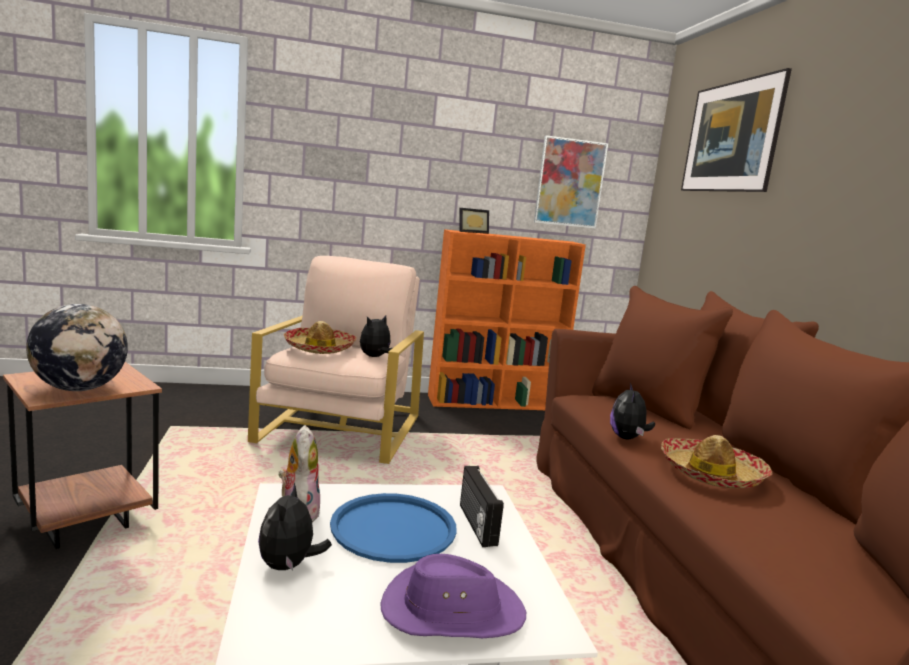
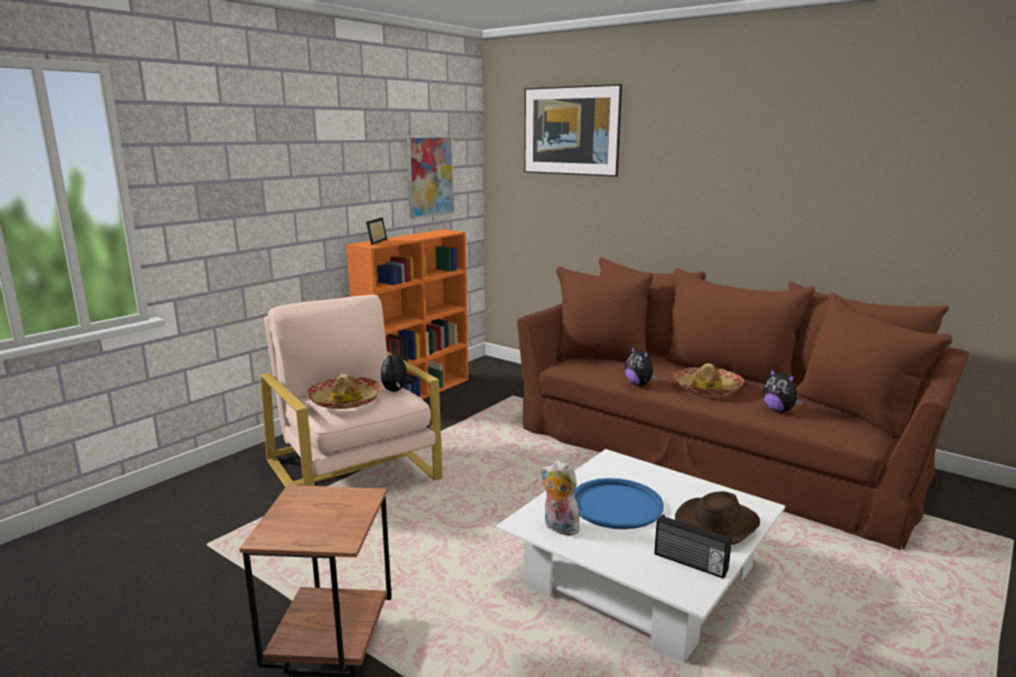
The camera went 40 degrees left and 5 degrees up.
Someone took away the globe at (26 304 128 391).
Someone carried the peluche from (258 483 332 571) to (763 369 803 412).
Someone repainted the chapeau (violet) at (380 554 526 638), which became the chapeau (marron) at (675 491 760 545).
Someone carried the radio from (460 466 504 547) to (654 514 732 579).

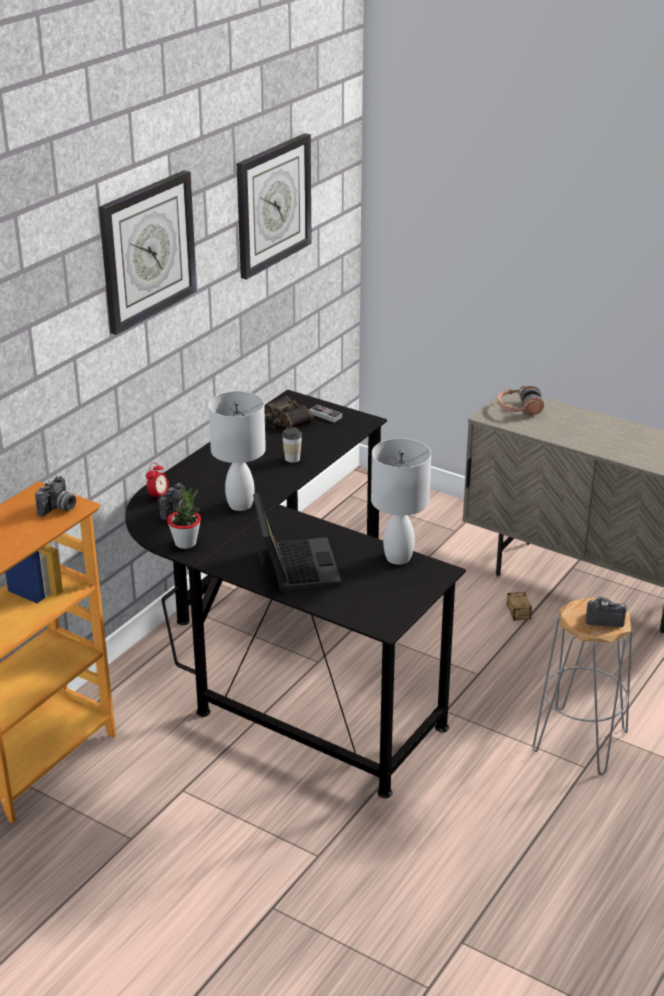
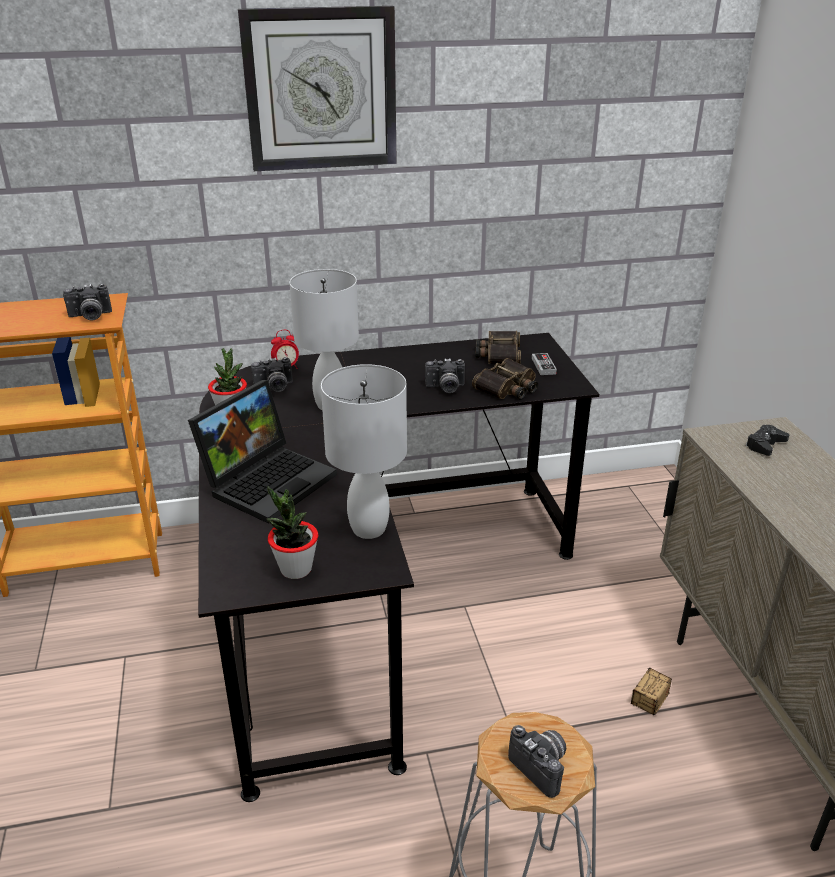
The camera went 45 degrees right and 0 degrees up.
Someone took away the horloge murale at (237 133 312 280).
Someone swapped the tasse at (282 427 302 463) for the appareil photo at (425 358 465 393).
Someone swapped the casque audio at (498 386 544 415) for the manette (noir) at (745 425 789 456).
Someone put down the plante en pot at (266 486 318 579).
Someone put down the jumelles at (472 358 538 400).

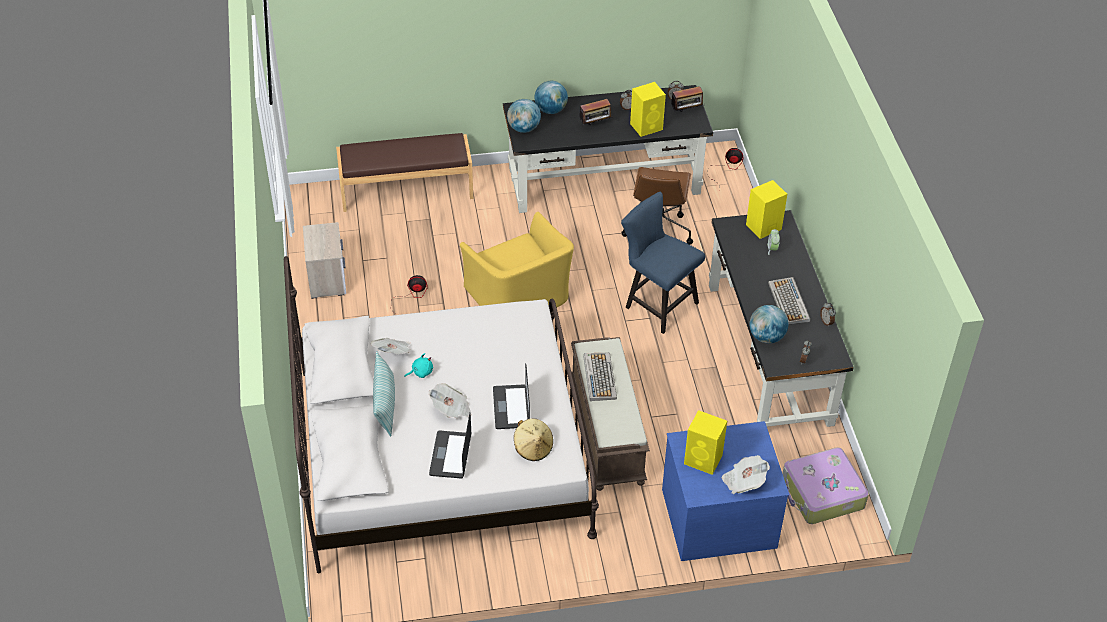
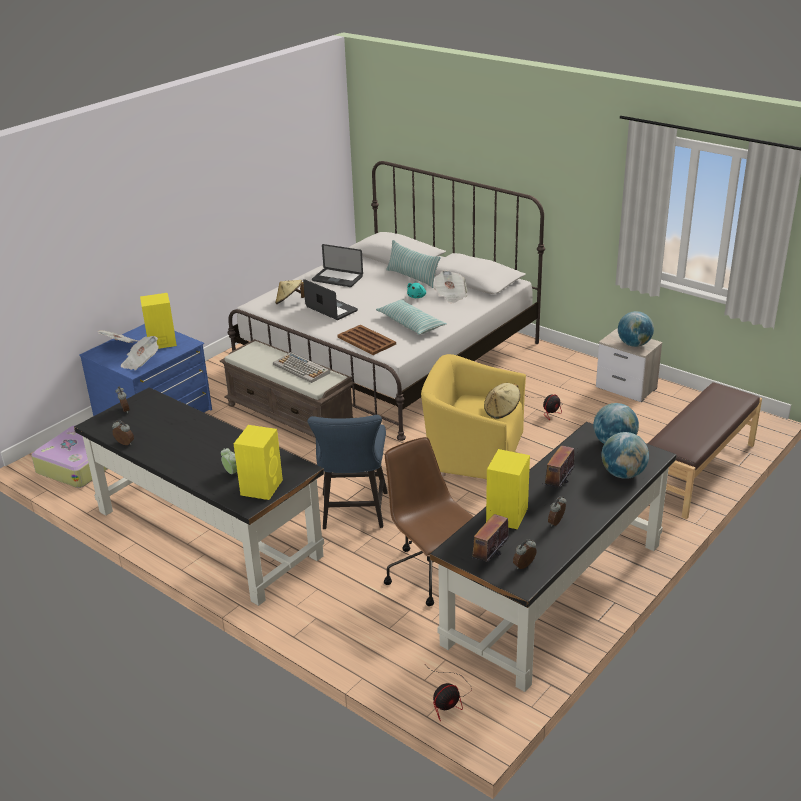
The camera went 140 degrees right and 15 degrees down.
Someone carried the journal from (429 383 472 418) to (121 336 159 370).
Someone rotated the ordinateur portable at (429 413 471 478) by 150 degrees clockwise.
Someone rotated the chaise (bleu) at (621 192 705 334) by 90 degrees clockwise.
Someone carried the globe from (749 305 788 343) to (618 311 654 347).
Someone took away the clavier at (768 277 810 325).
Someone put down the plateau (marron) at (337 325 396 355).
Someone put down the coussin at (376 299 447 335).
Someone put down the chapeau (beige) at (484 383 520 419).

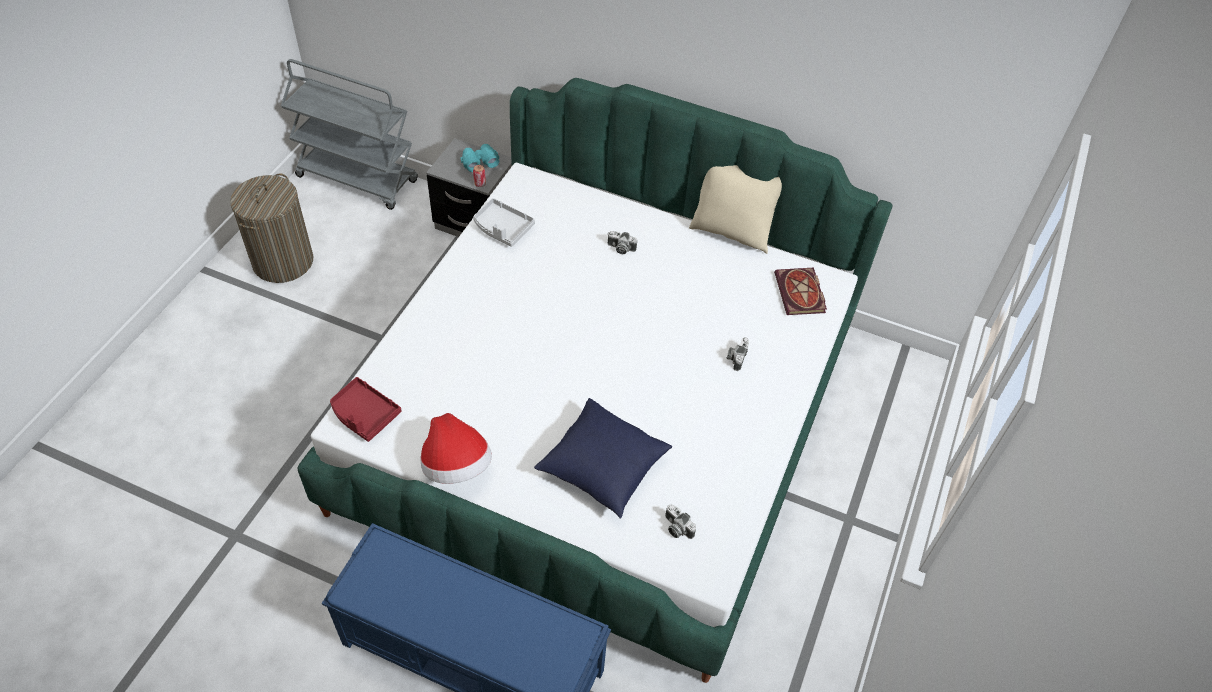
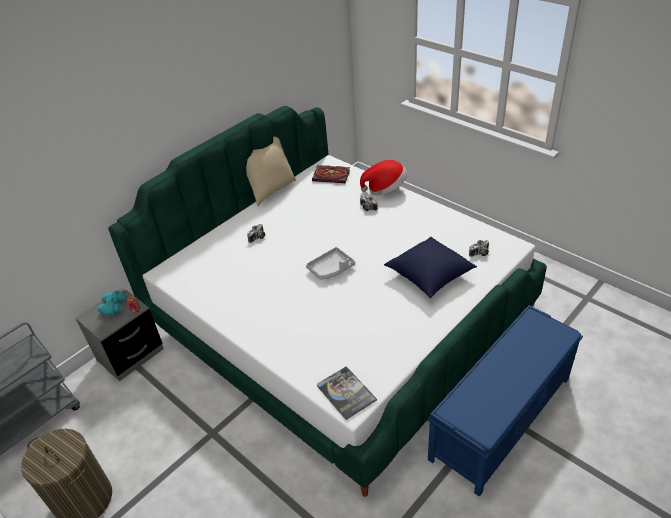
The camera went 65 degrees left and 10 degrees down.
Someone swapped the plateau (rouge) at (330 377 402 442) for the livre at (317 366 377 420).
Someone carried the chapeau from (421 413 492 484) to (360 160 407 196).
Someone carried the plateau (gris) from (473 198 535 247) to (306 247 355 280).

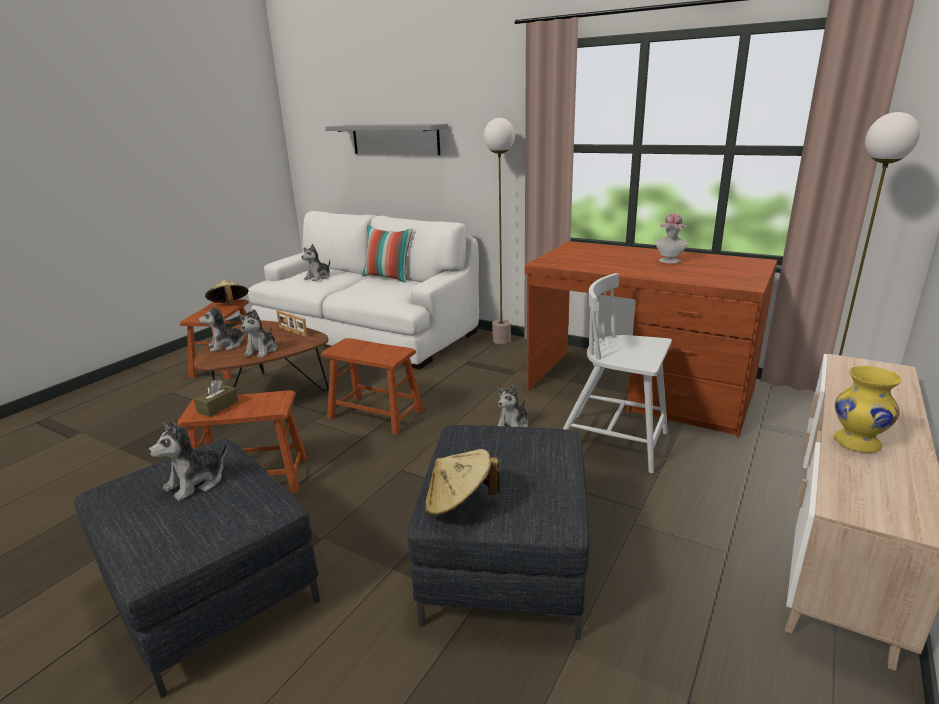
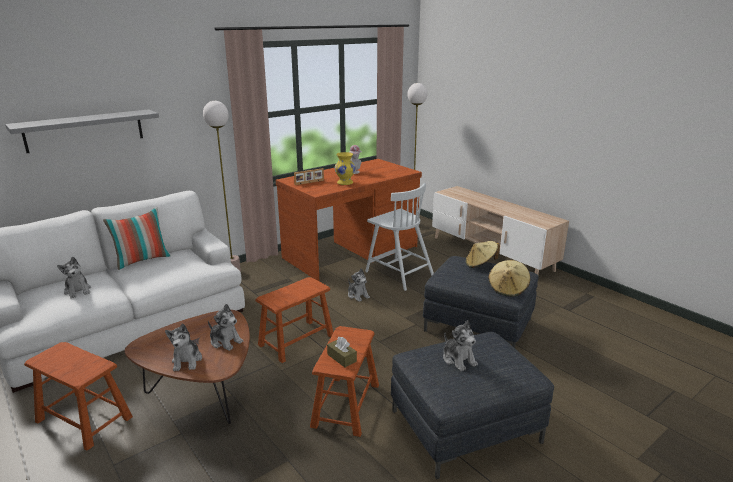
The camera went 70 degrees left and 0 degrees up.
Someone carried the chapeau (beige) from (205 279 249 305) to (466 241 500 268).
Someone carried the cadre photo from (276 310 308 337) to (294 168 324 185).
Someone rotated the chaise (blanc) at (563 273 672 473) by 90 degrees counterclockwise.
Someone carried the vase (jaune) from (834 366 902 453) to (335 152 355 185).

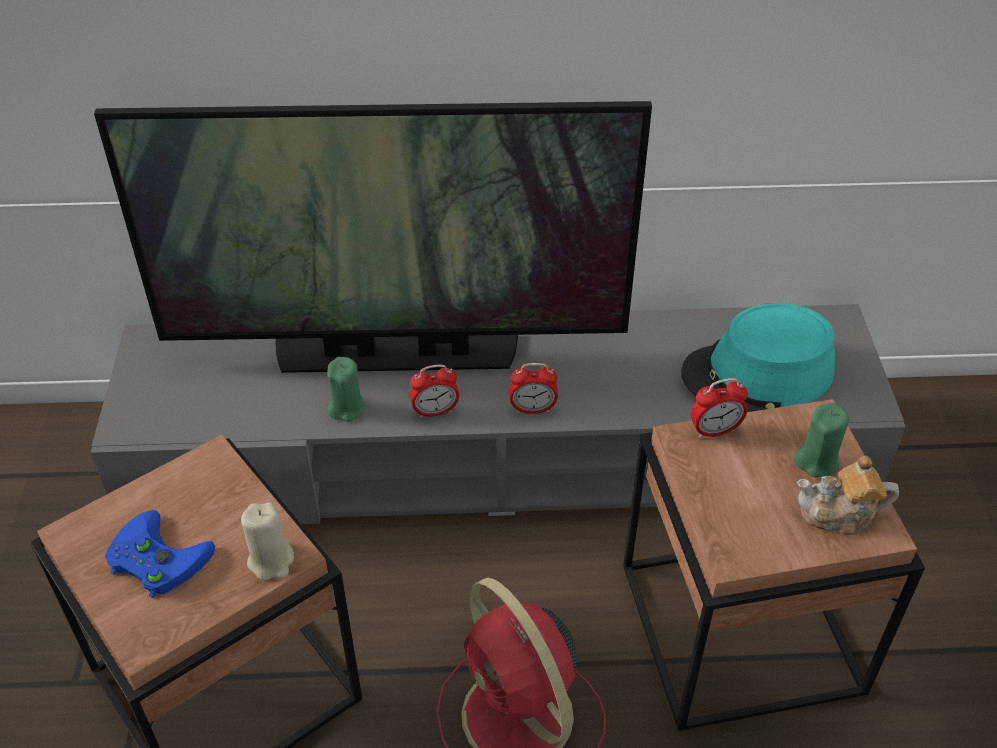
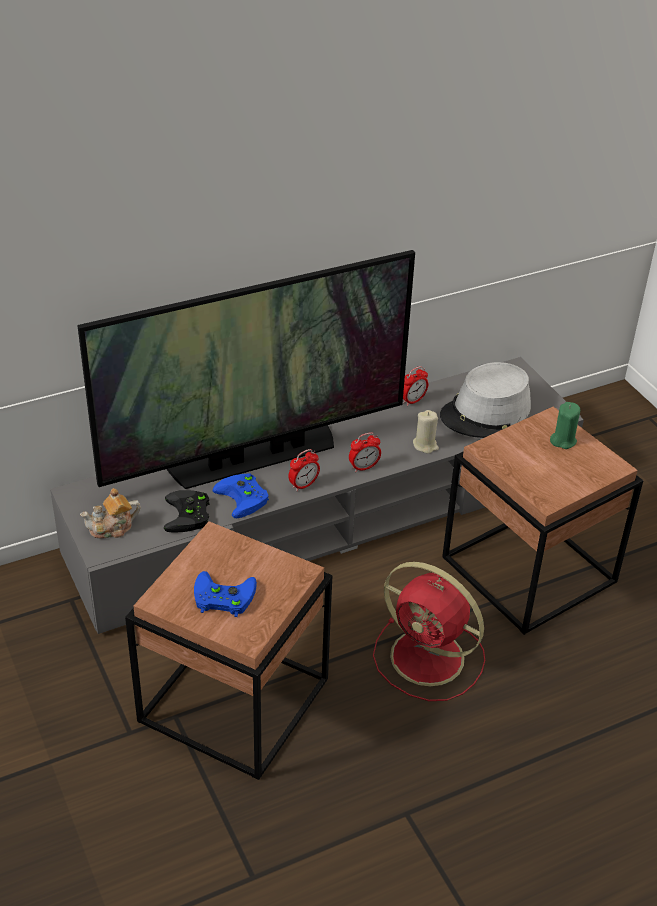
The camera went 25 degrees left and 5 degrees down.
Someone carried the bougie (beige) from (241 502 294 580) to (413 410 439 454).
Someone swapped the bougie (vert) at (328 357 366 422) for the manette (bleu) at (213 473 269 518).
Someone repainted the chapeau (turquoise) at (681 303 835 412), which became the chapeau (gris) at (440 362 531 438).
Someone carried the réveil from (691 378 748 438) to (403 366 428 406).
Someone carried the théière from (797 456 899 535) to (80 488 141 539).
Someone put down the manette (noir) at (164 490 209 532).

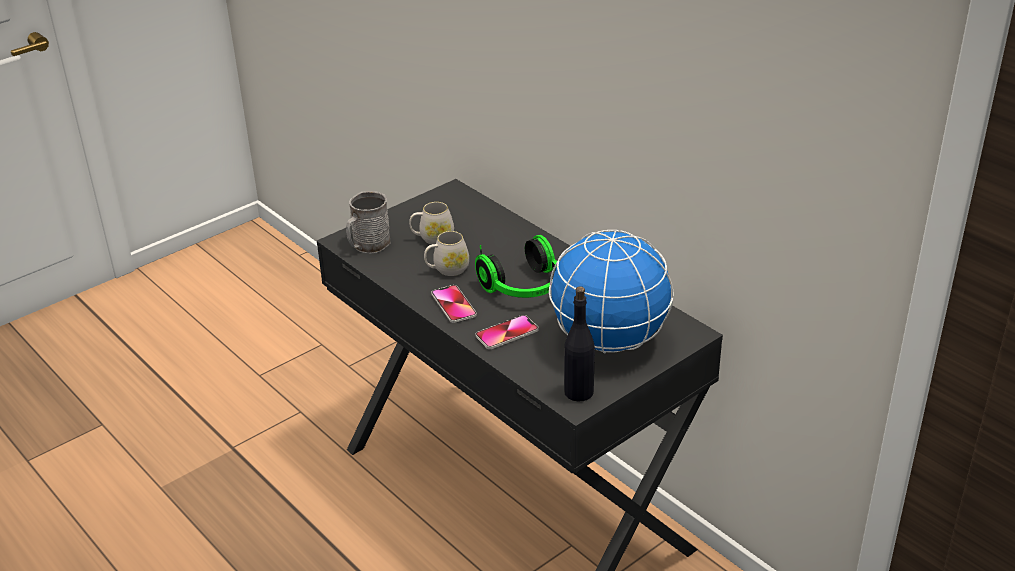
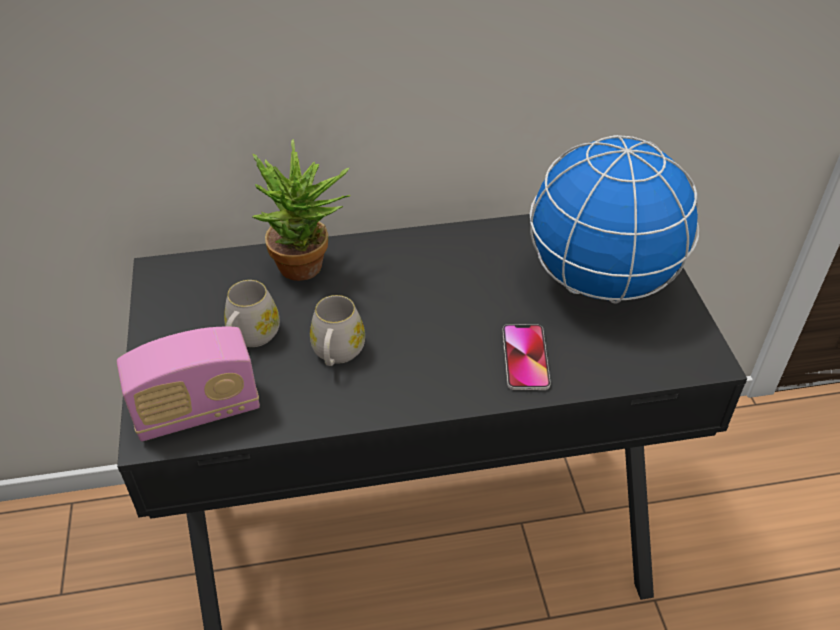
The camera went 60 degrees left and 10 degrees up.
Someone swapped the mug (gris) at (346 191 391 254) for the radio at (117 327 260 442).
Someone took away the téléphone at (431 285 477 323).
Someone took away the casque audio at (475 235 557 298).
Someone took away the bouteille (noir) at (564 286 595 401).
Someone put down the plante en pot at (253 139 350 281).

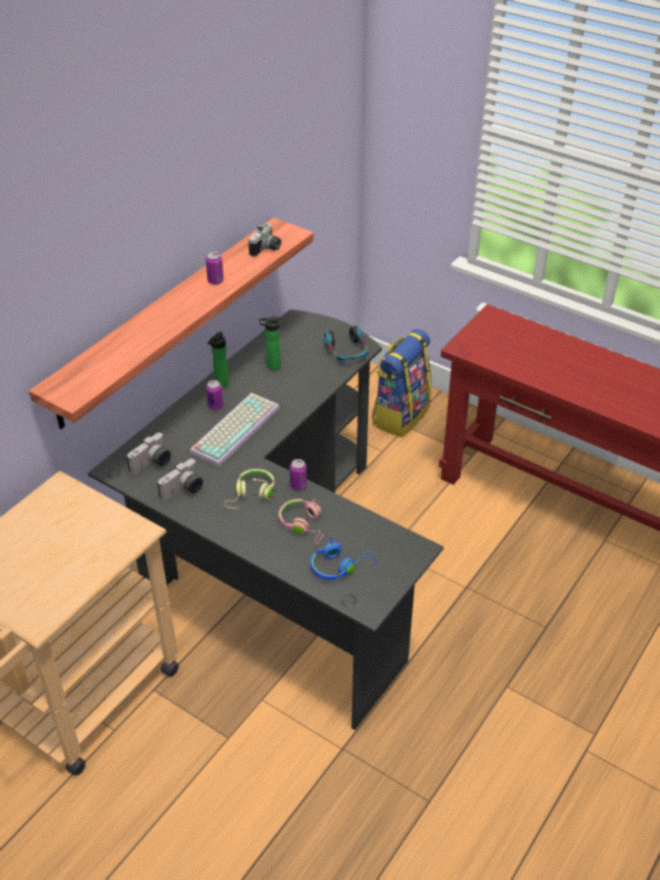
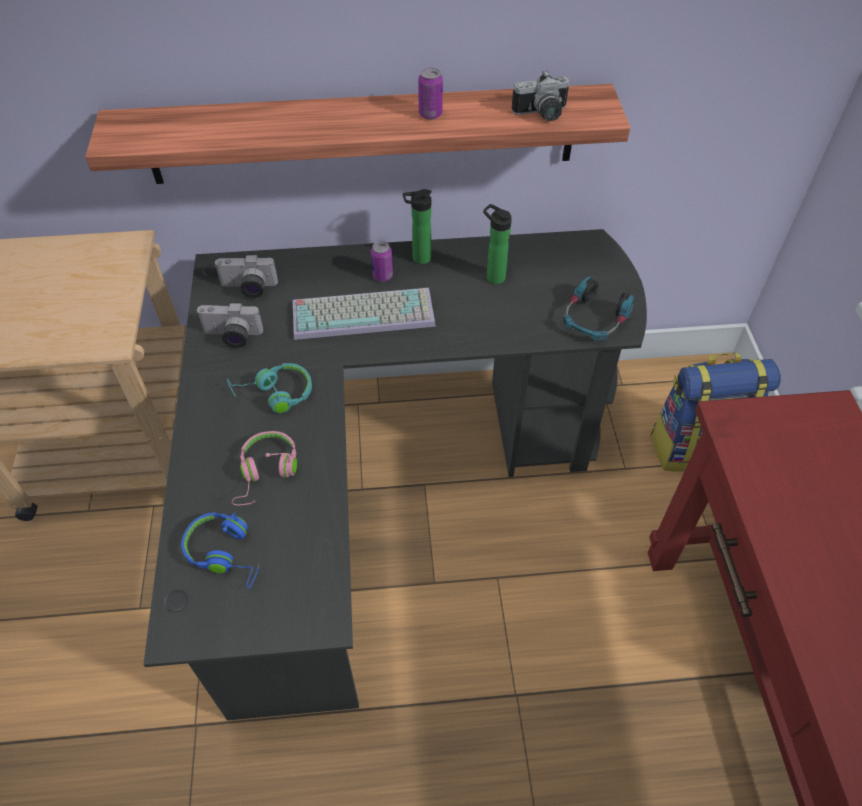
The camera went 50 degrees right and 10 degrees up.
Someone repainted the casque audio (beige) at (224 469 275 509), which became the casque audio (turquoise) at (227 363 312 413).
Someone took away the boîte métallique at (290 459 307 491).

